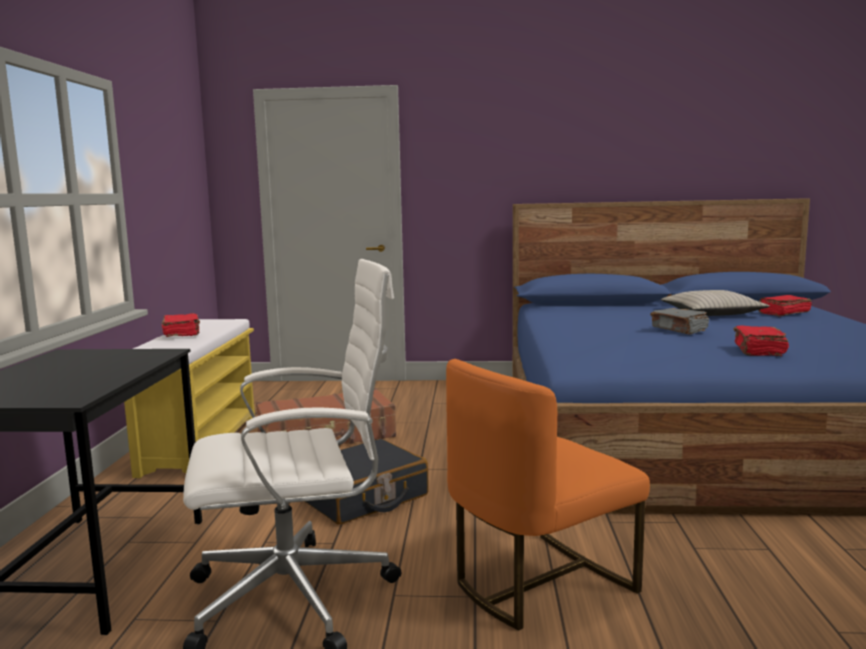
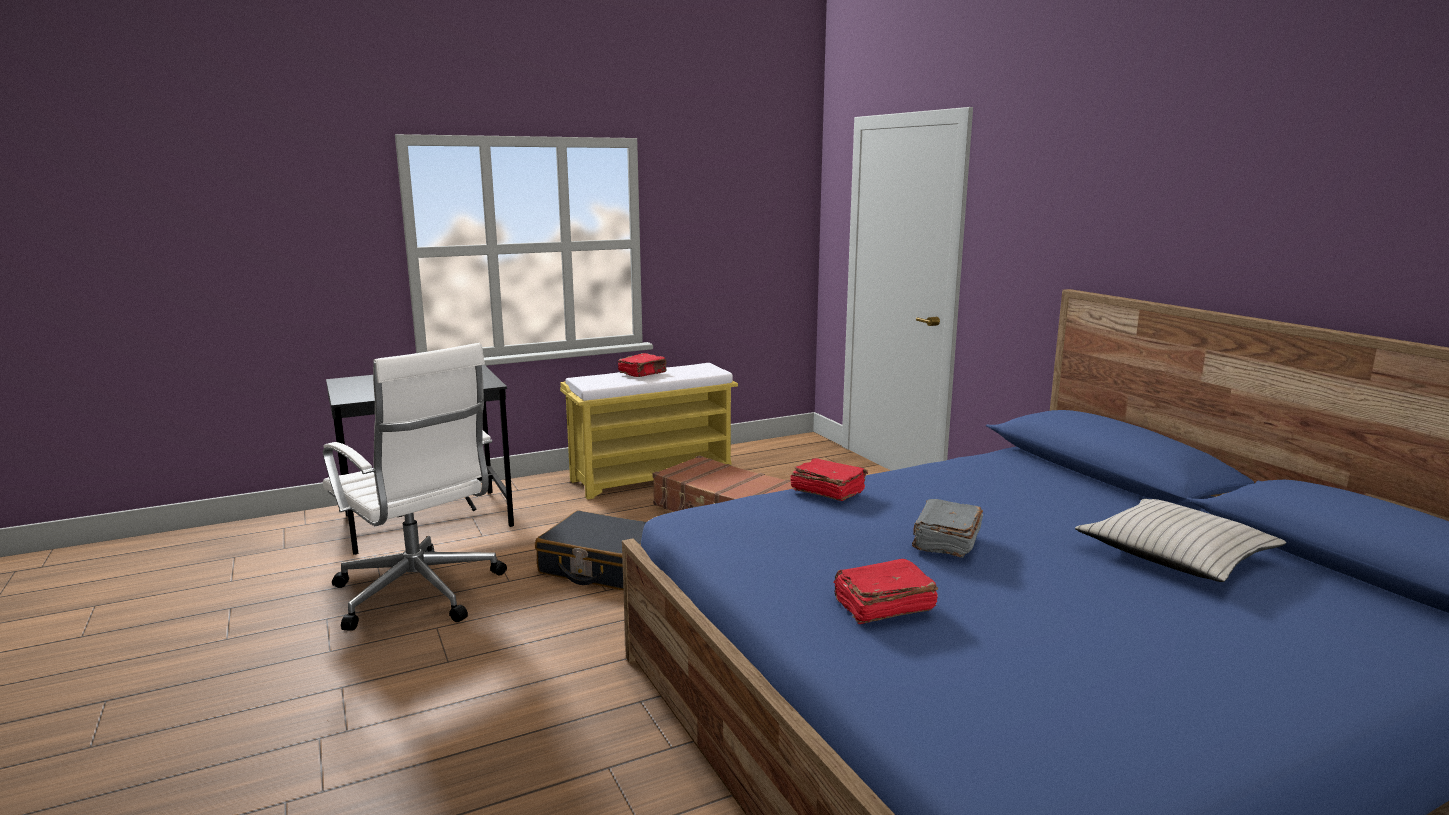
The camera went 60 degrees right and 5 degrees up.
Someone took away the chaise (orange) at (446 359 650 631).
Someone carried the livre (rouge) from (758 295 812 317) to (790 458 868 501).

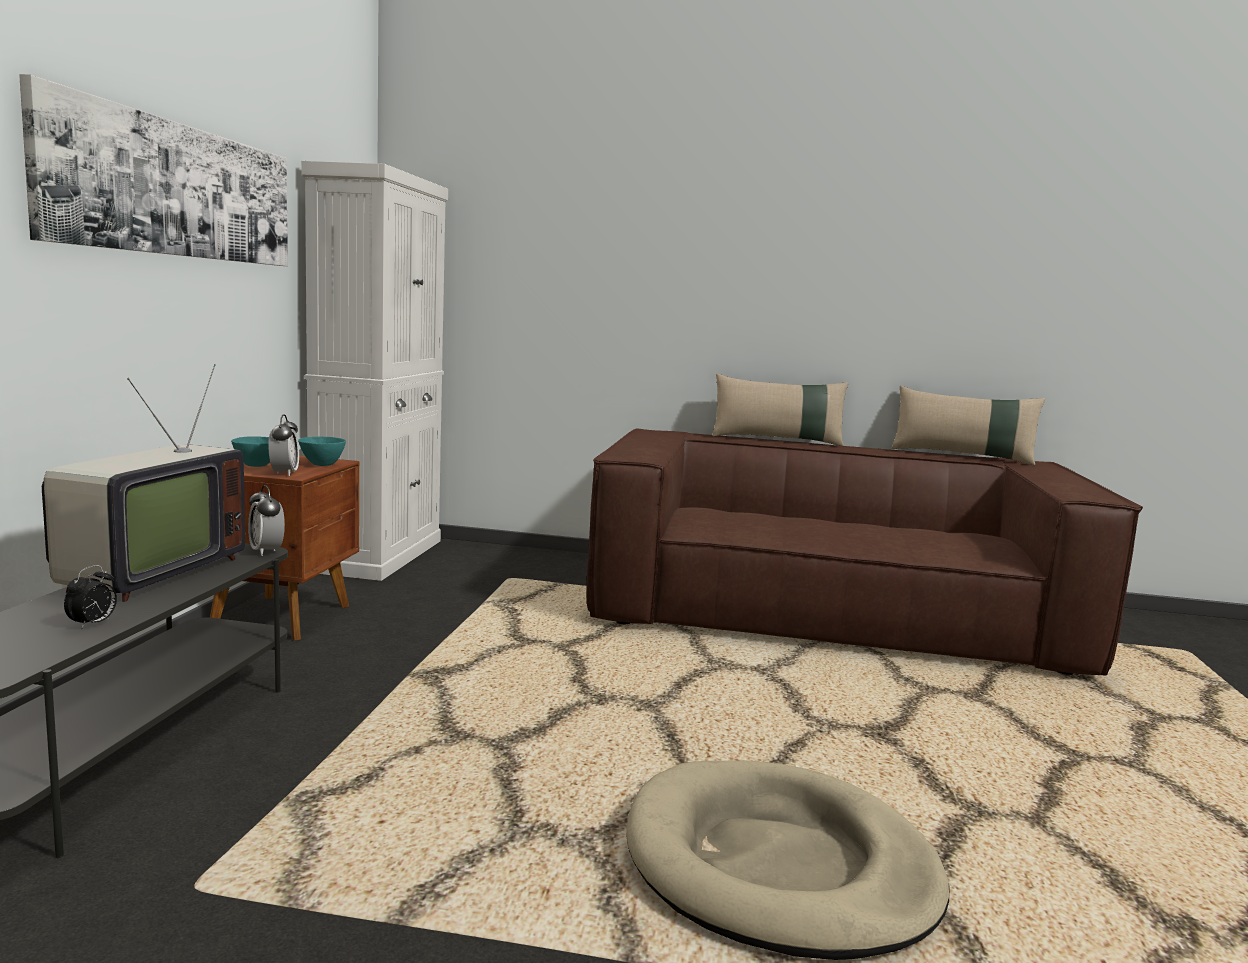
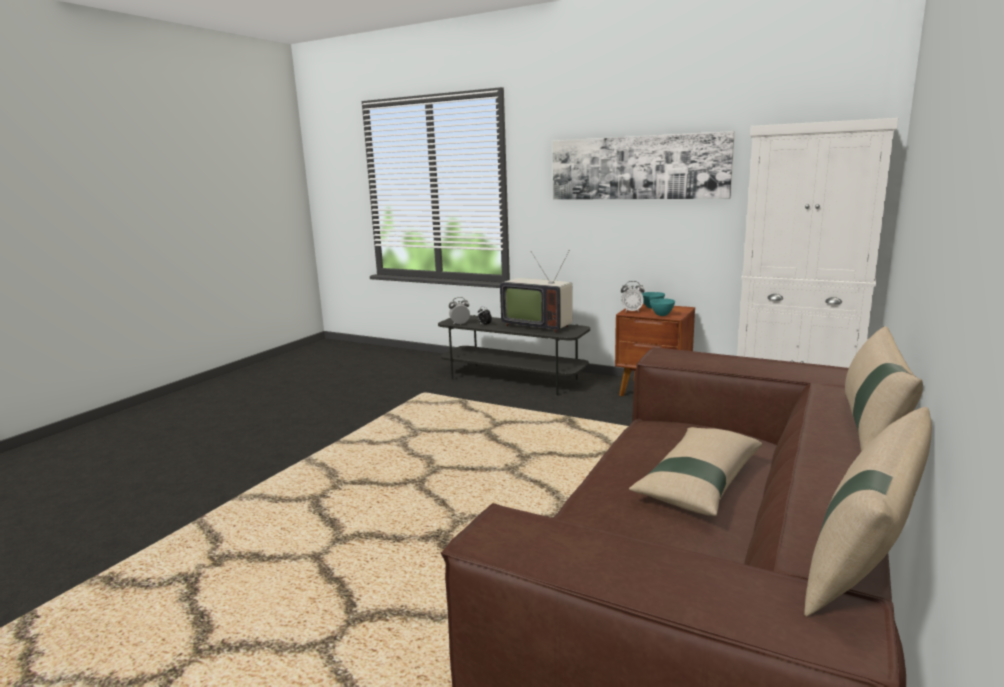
The camera went 110 degrees right and 5 degrees up.
Someone carried the réveil from (248 485 285 556) to (449 297 470 325).
Someone took away the panier pour chien (beige) at (626 760 950 960).
Someone put down the coussin (beige) at (629 427 763 516).

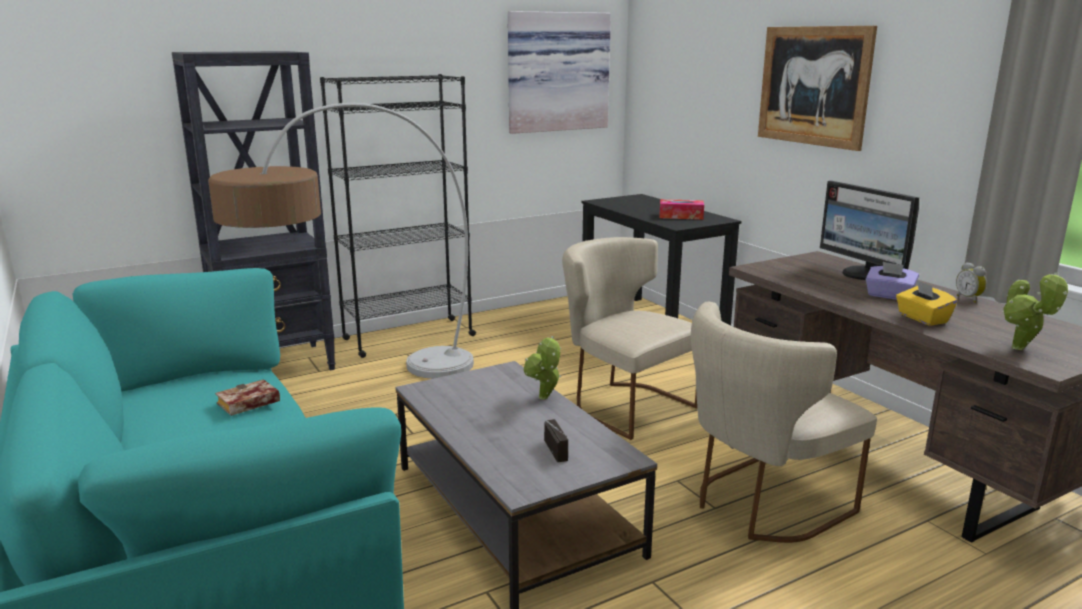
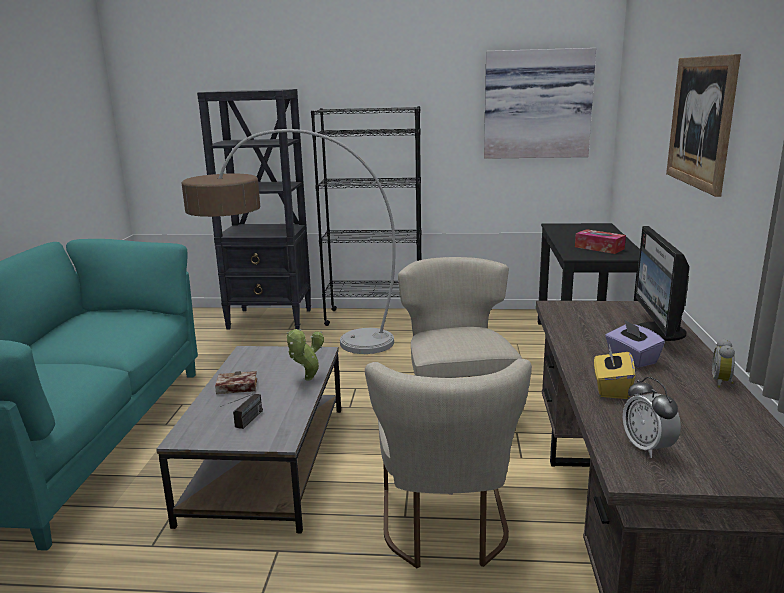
The camera went 35 degrees right and 0 degrees up.
Someone carried the livre from (215 379 280 416) to (215 371 257 394).
Someone rotated the chaise (beige) at (691 302 877 543) by 90 degrees counterclockwise.
Someone swapped the plante en pot at (1002 273 1068 350) for the réveil at (623 377 681 458).

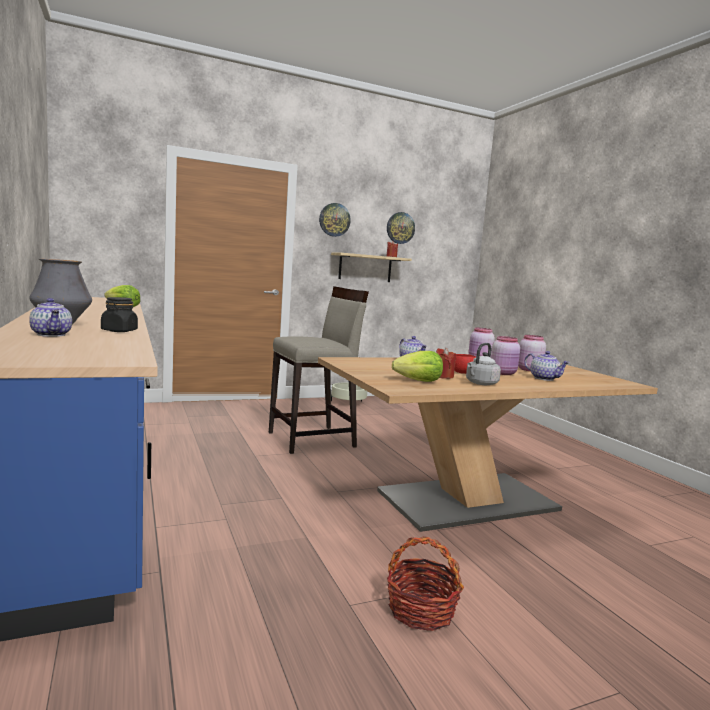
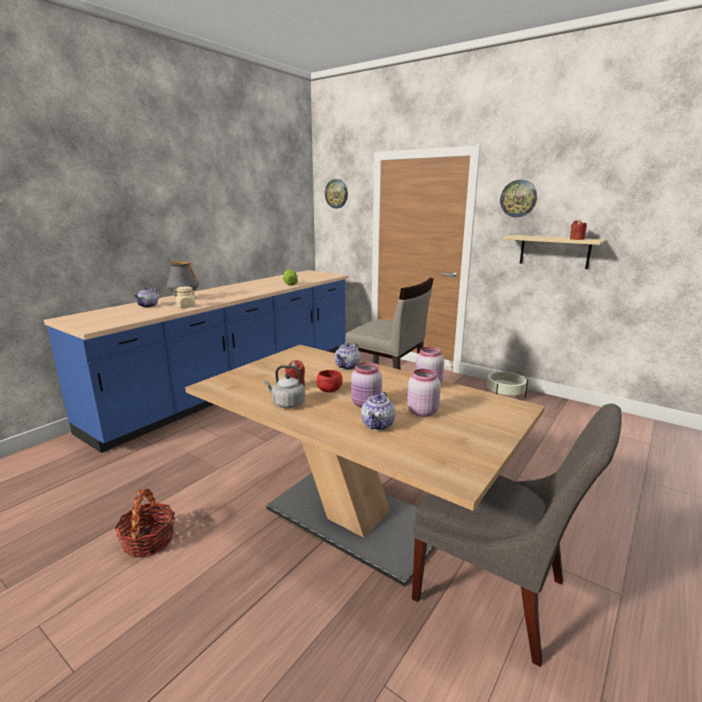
The camera went 60 degrees right and 10 degrees up.
Someone repainted the bocal (noir) at (101 297 138 332), which became the bocal (beige) at (173 286 197 308).
Someone carried the horloge murale from (387 212 415 244) to (325 179 348 208).
Someone took away the laitue at (392 351 443 382).
Someone put down the chaise (gris) at (412 404 622 667).

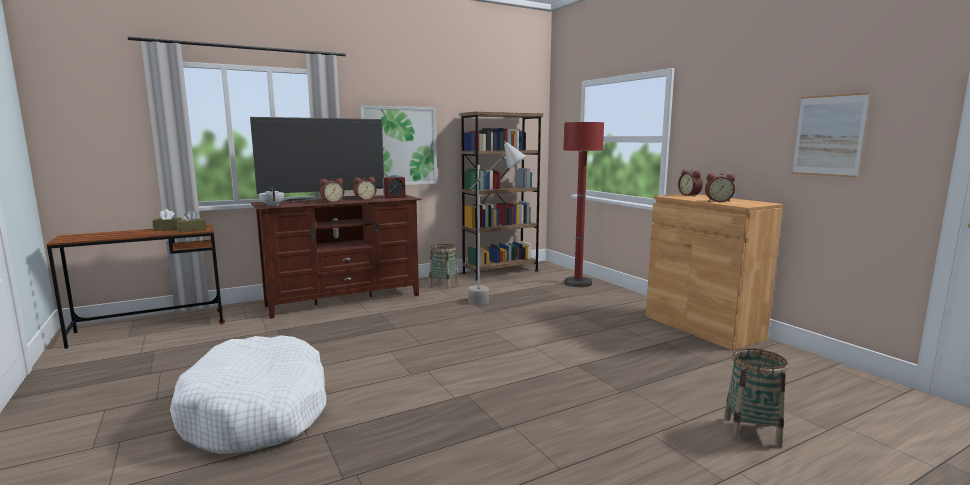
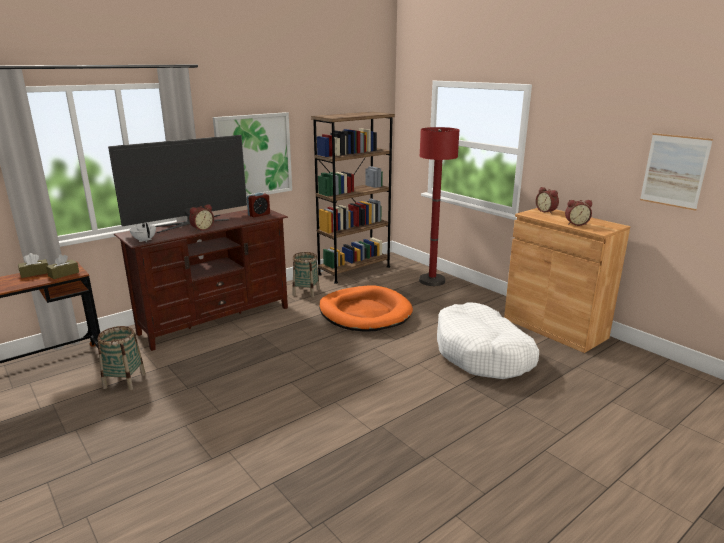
The camera went 10 degrees left and 10 degrees up.
Someone carried the panier pour chien (blanc) from (170 335 326 454) to (437 302 539 379).
Someone took away the réveil at (353 177 377 200).
Someone swapped the lampadaire (gris) at (468 140 527 305) for the panier pour chien (orange) at (319 285 413 332).
Someone carried the panier from (724 348 789 447) to (97 326 146 390).

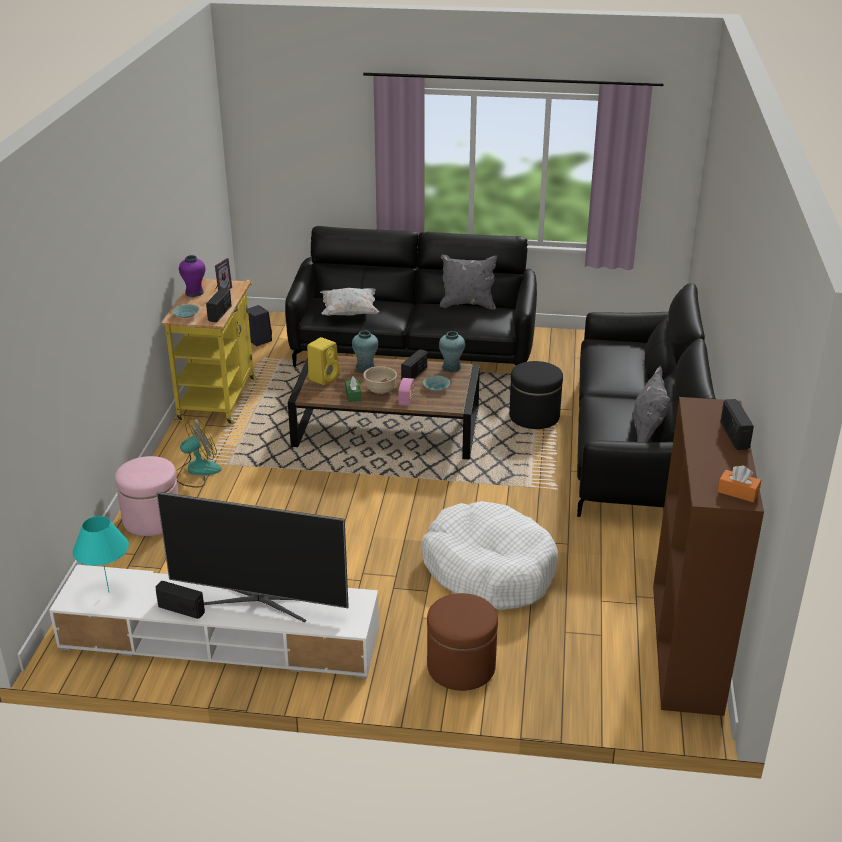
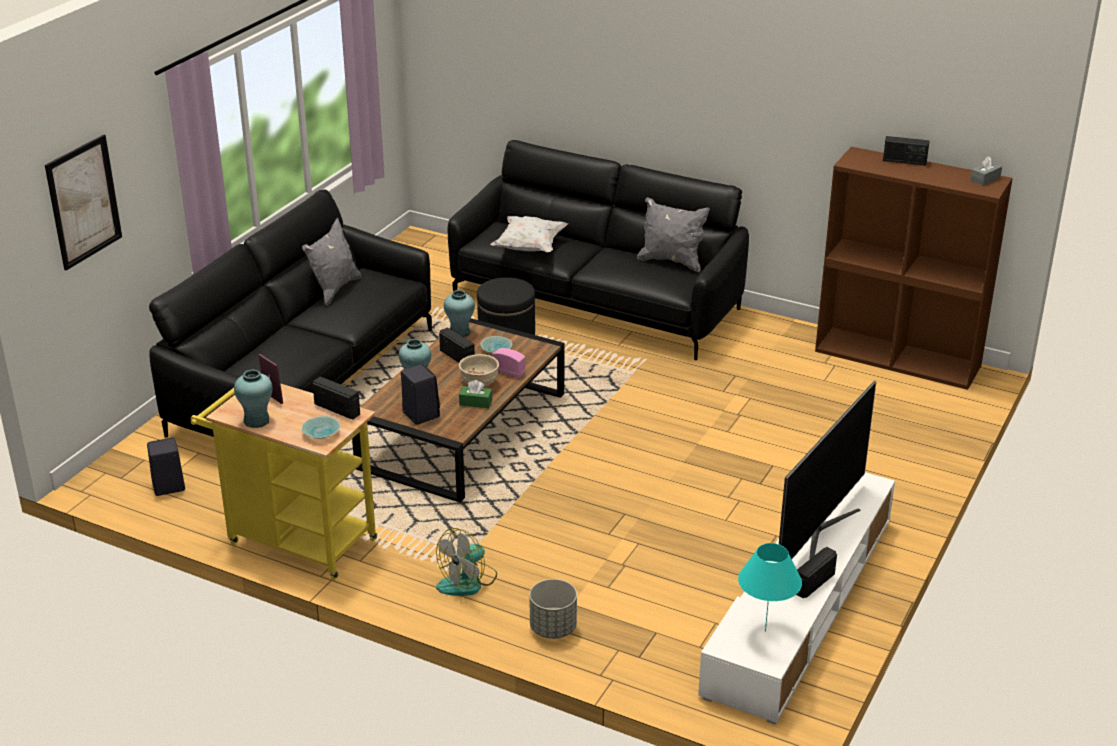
The camera went 70 degrees left and 0 degrees up.
Someone swapped the pouf (rose) at (115 456 179 536) for the cache-pot (gris) at (529 579 577 639).
Someone rotated the ventilateur at (176 418 222 488) by 120 degrees counterclockwise.
Someone repainted the vase (violet) at (179 255 205 297), which became the vase (turquoise) at (234 370 273 428).
Someone repainted the enceinte (jaune) at (307 337 339 385), which became the enceinte (noir) at (401 364 440 425).
Someone carried the coussin (blanc) from (320 288 379 316) to (490 216 568 253).
Someone took away the panier pour chien (blanc) at (421 501 558 610).
Someone took away the pouf (marron) at (427 593 498 691).
Someone repainted the boîte à mouchoirs (orange) at (718 465 761 502), which became the boîte à mouchoirs (gris) at (970 156 1002 186).
Someone put up the tableau at (45 135 122 271).

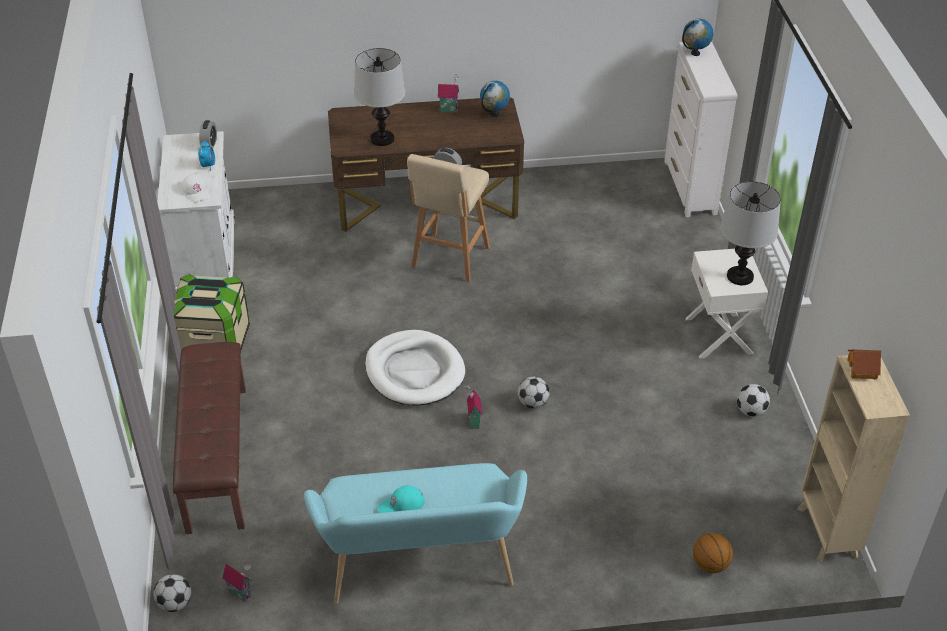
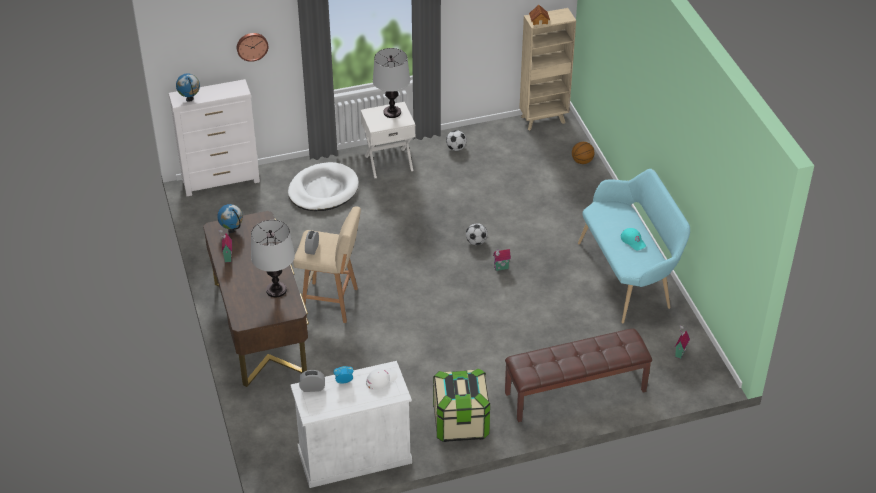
The camera went 100 degrees left and 0 degrees up.
Someone took away the ballon de foot at (153 574 191 612).
Someone carried the panier pour chien (blanc) from (365 330 465 406) to (288 162 359 211).
Someone put up the horloge murale at (237 33 268 62).

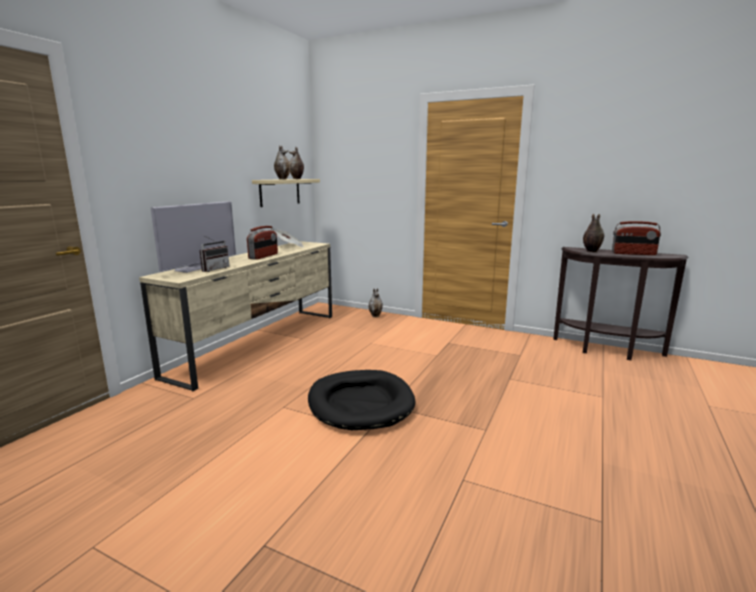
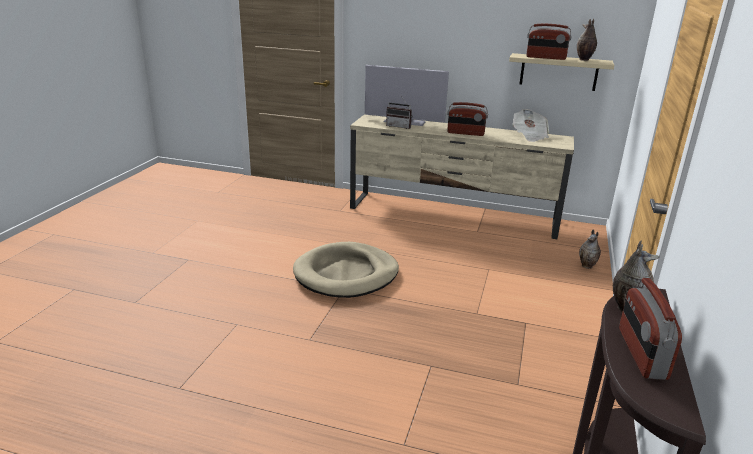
The camera went 80 degrees right and 10 degrees up.
Someone swapped the vase at (274 145 291 180) for the radio at (526 24 572 60).
Someone repainted the panier pour chien (noir) at (308 370 416 430), which became the panier pour chien (beige) at (293 242 399 298).

